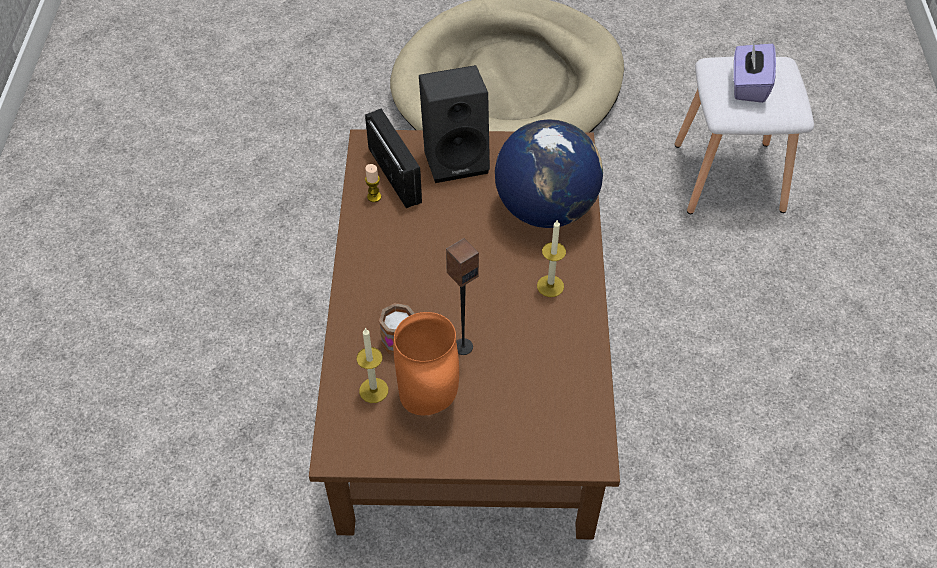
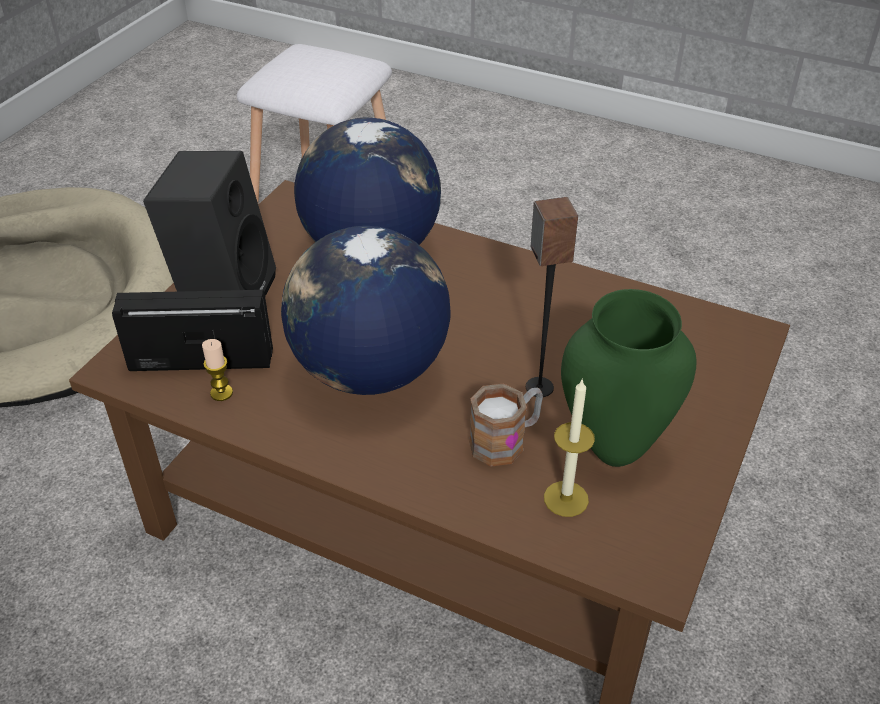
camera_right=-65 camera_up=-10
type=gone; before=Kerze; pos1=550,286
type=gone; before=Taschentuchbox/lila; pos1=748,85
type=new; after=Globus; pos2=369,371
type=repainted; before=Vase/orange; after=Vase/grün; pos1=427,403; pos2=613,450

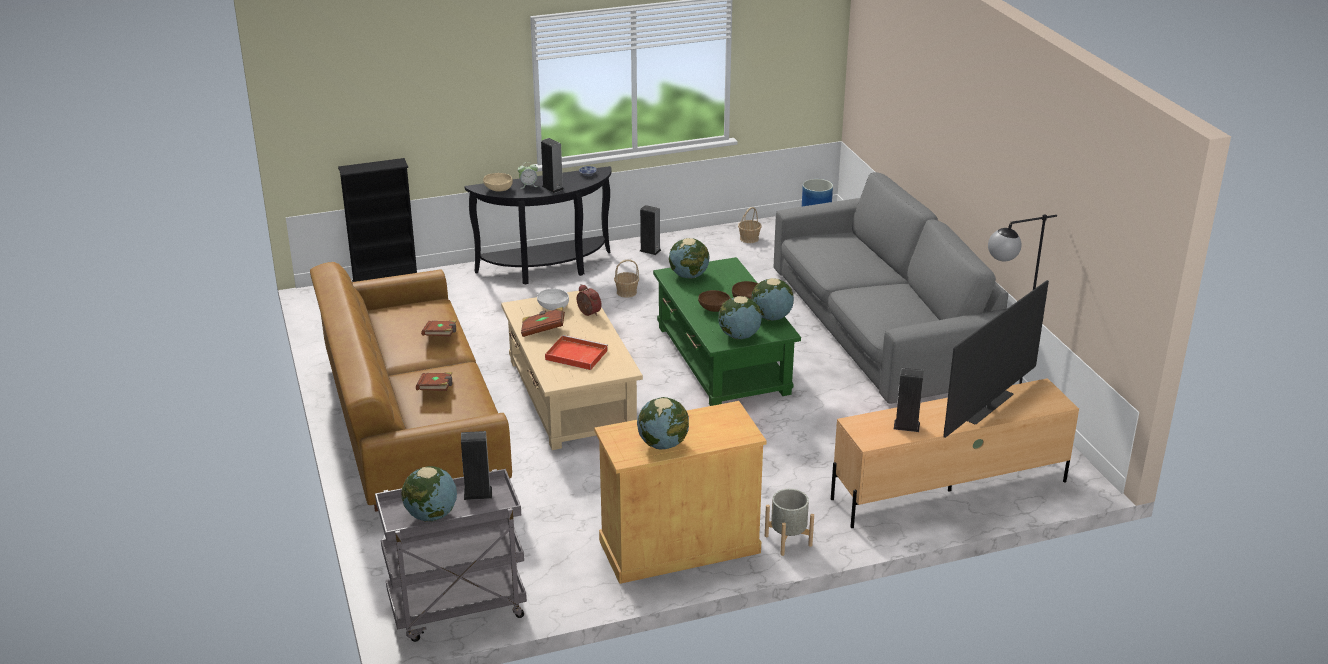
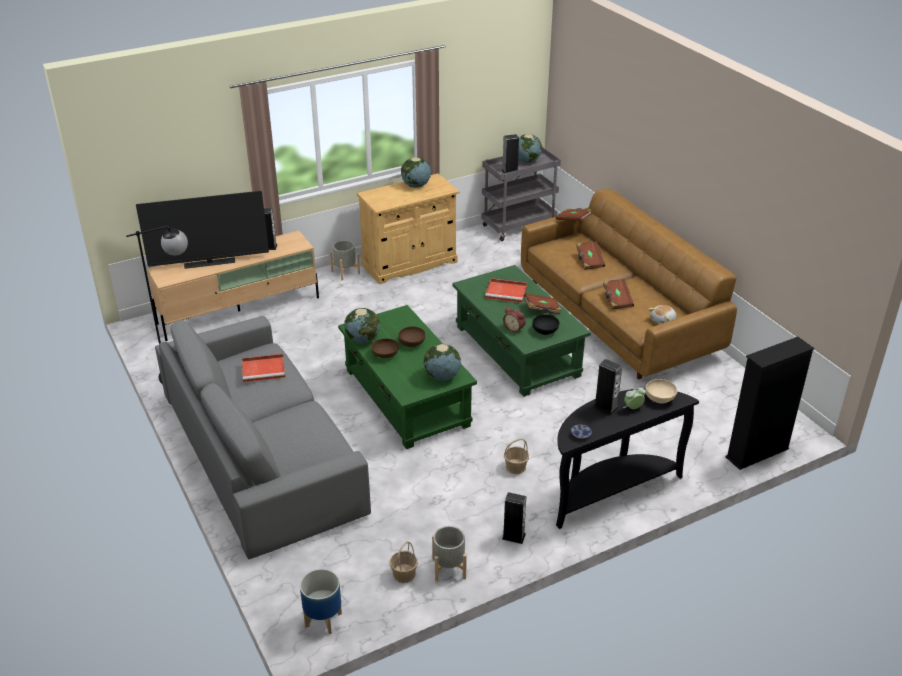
camera_right=170 camera_up=5
type=gone; before=Globus; pos1=739,336
type=new; after=Tablett/rot; pos2=264,369
type=new; after=Pflanzkübel/grau; pos2=449,568
type=new; after=Buch/braun; pos2=573,220
type=new; after=Plüschtier; pos2=663,321
type=repainted; before=Couchtisch/beige; after=Couchtisch/grün; pos1=571,396; pos2=517,351
type=repainted; before=Schüssel/weiß; after=Schüssel/schwarz; pos1=553,307; pos2=545,331
type=rotated; before=Fernseher; pos1=988,407; pos2=209,263; turn=-135

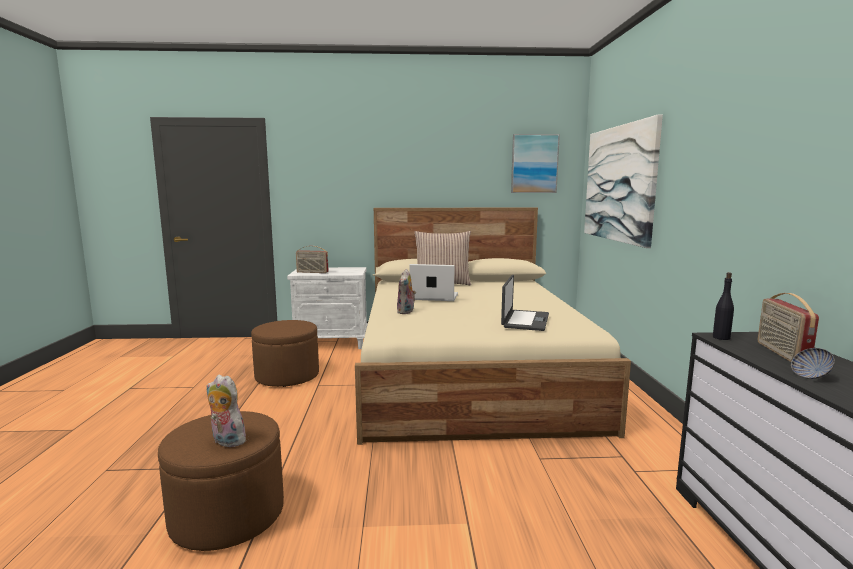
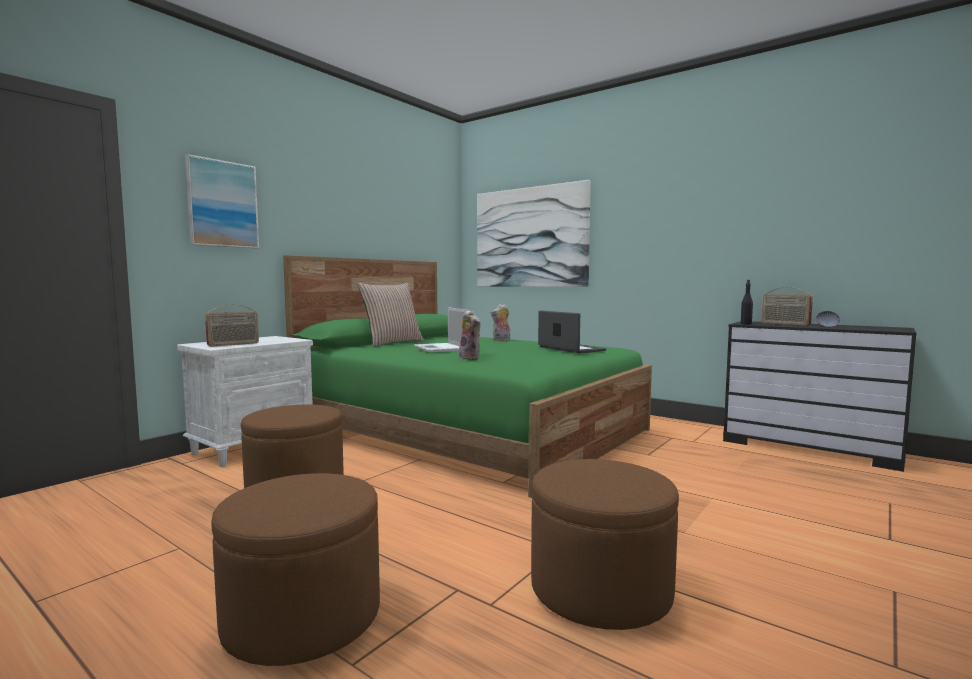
camera_right=-50 camera_up=-5
type=new; after=Polsterhocker/braun; pos2=302,617
type=shifted; before=Plüschtier; pos1=226,441; pos2=501,340
type=shifted; before=Bild; pos1=534,164; pos2=222,204
type=repainted; before=Bett/beige; after=Bett/grün; pos1=469,373; pos2=468,428
type=rotated; before=Laptop; pos1=433,297; pos2=440,348; turn=-75

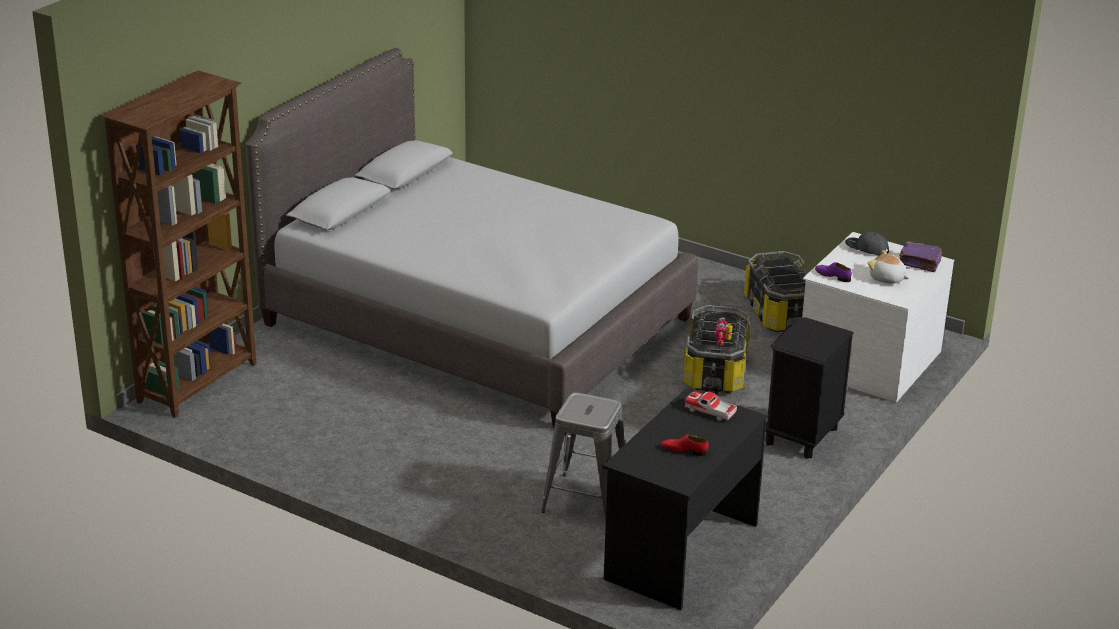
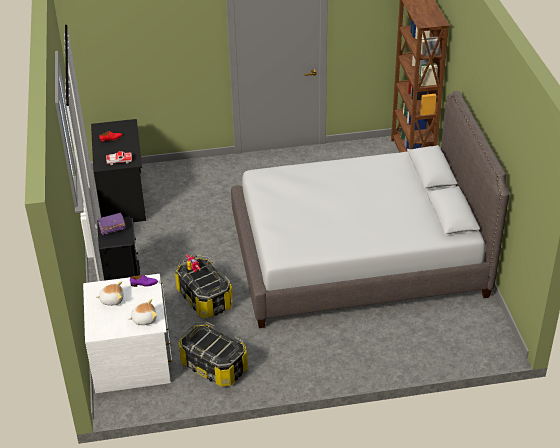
camera_right=140 camera_up=10
type=gone; before=Hocker/grau; pos1=586,500
type=shifted; before=Buch/lila; pos1=920,264; pos2=112,228
type=swapped; before=Kappe/grau; after=Plüschtier; pos1=866,249; pos2=144,319

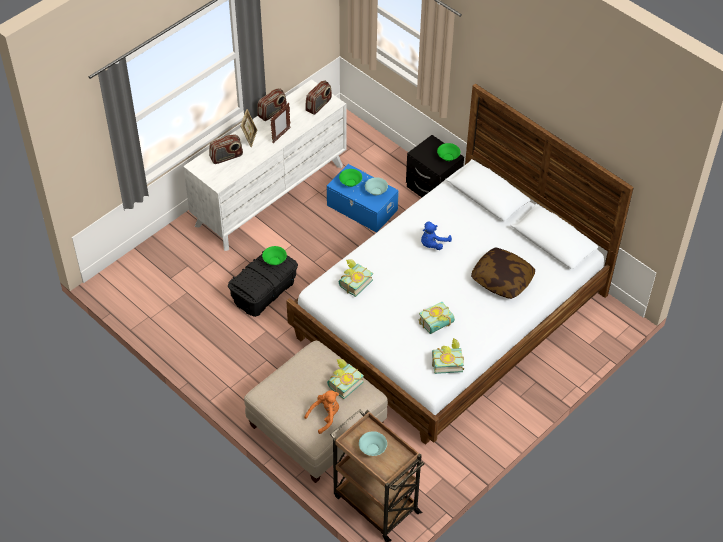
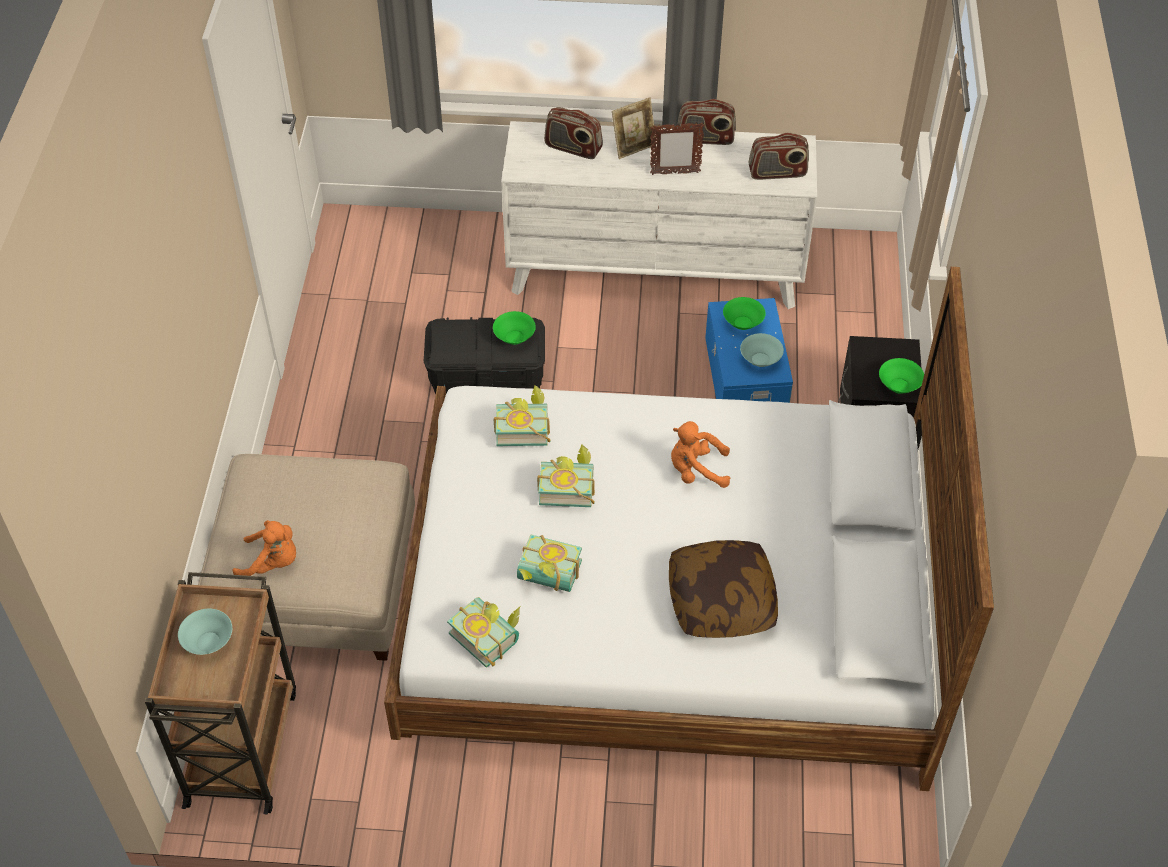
camera_right=50 camera_up=0
type=shifted; before=Buch; pos1=343,383; pos2=567,486
type=repainted; before=Plüschtier/blau; after=Plüschtier/orange; pos1=432,244; pos2=696,470

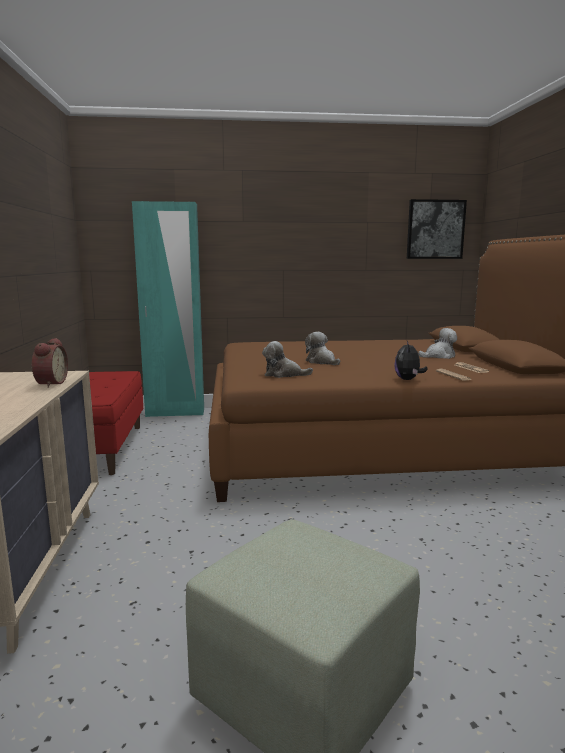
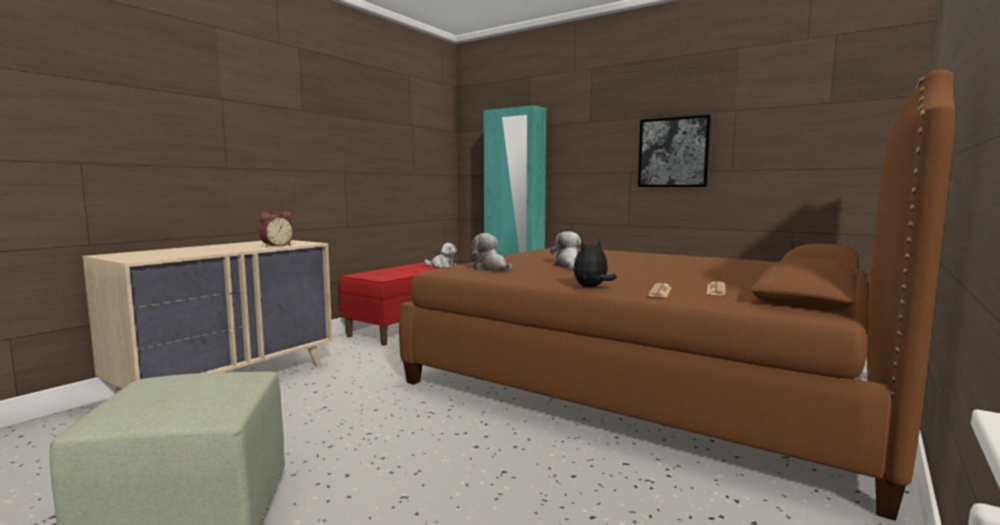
camera_right=40 camera_up=-5
type=shifted; before=Bild; pos1=435,229; pos2=673,152
type=shifted; before=Plüschtier; pos1=439,356; pos2=442,266

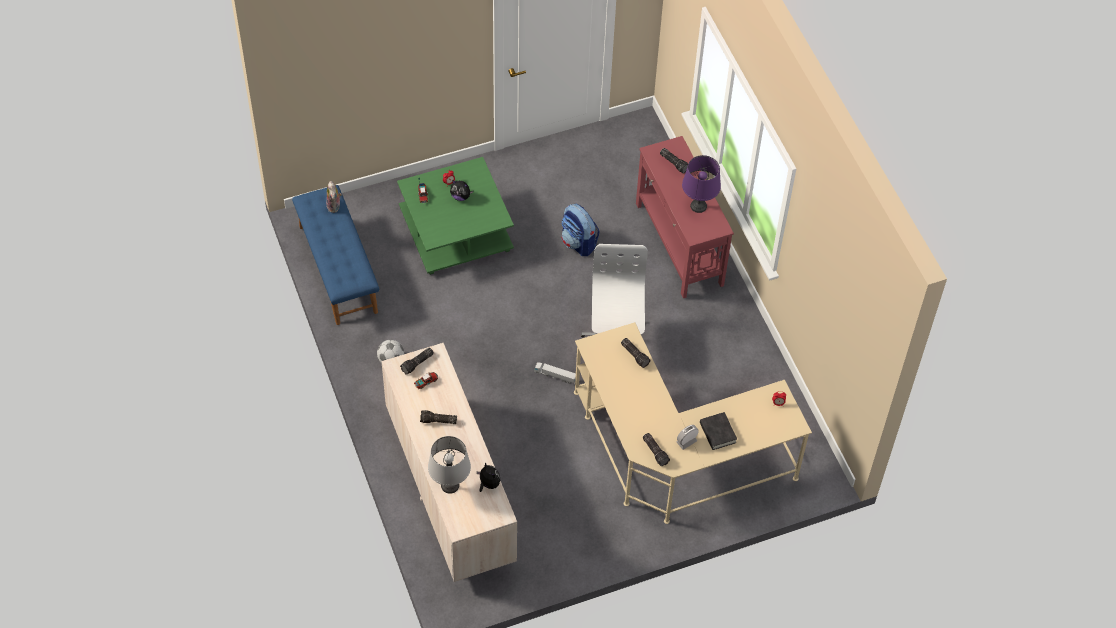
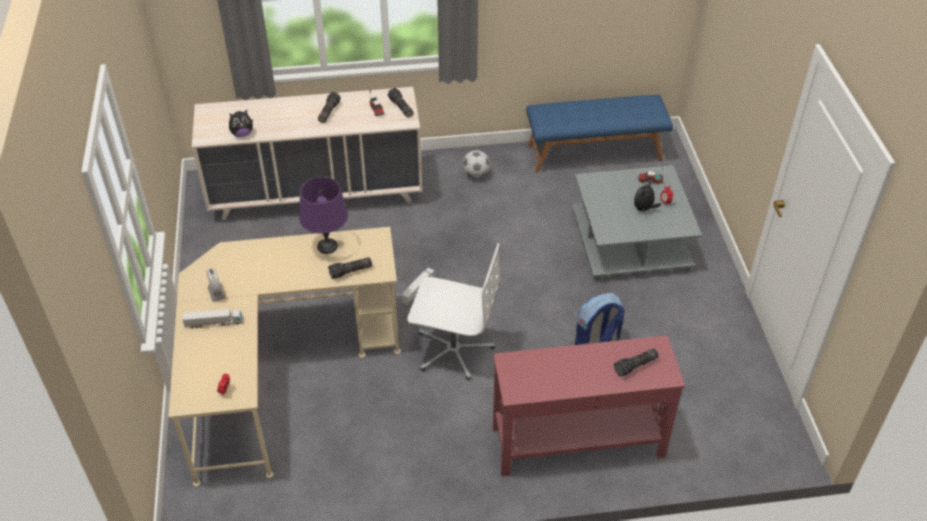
camera_right=105 camera_up=-10
type=gone; before=Plüschtier; pos1=334,206
type=gone; before=Tischlampe/grau; pos1=450,485
type=gone; before=Taschenlampe; pos1=656,451
type=shifted; before=Tischlampe/lila; pos1=698,206; pos2=327,246
type=swapped; before=Buch/schwarz; after=Spielzeuglaster; pos1=717,433; pos2=214,323
type=repainted; before=Couchtisch/grün; after=Couchtisch/grau; pos1=456,229; pos2=632,242

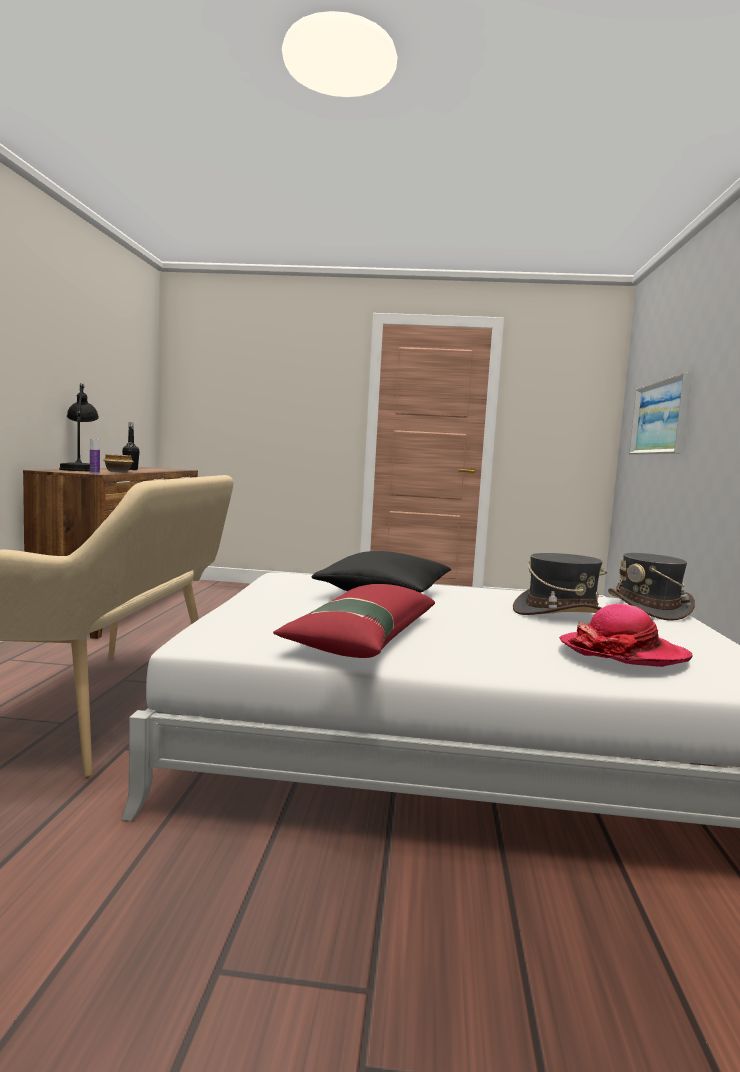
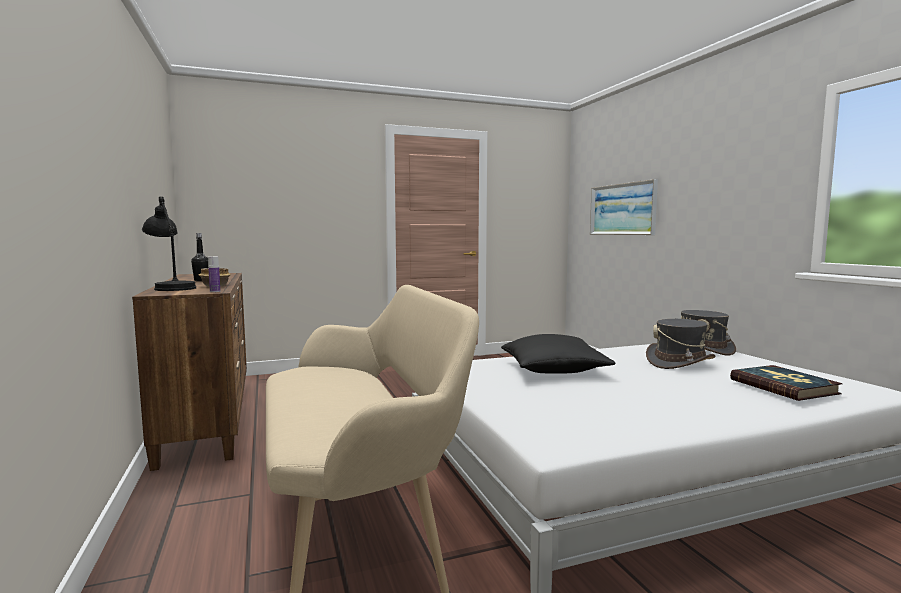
camera_right=-25 camera_up=0
type=gone; before=Kissen/rot; pos1=362,637
type=swapped; before=Hut; after=Buch; pos1=623,652; pos2=784,386

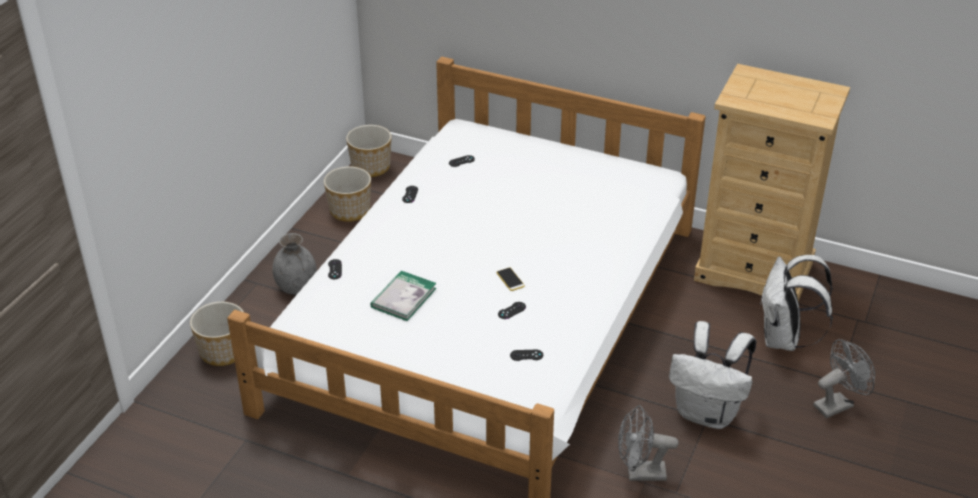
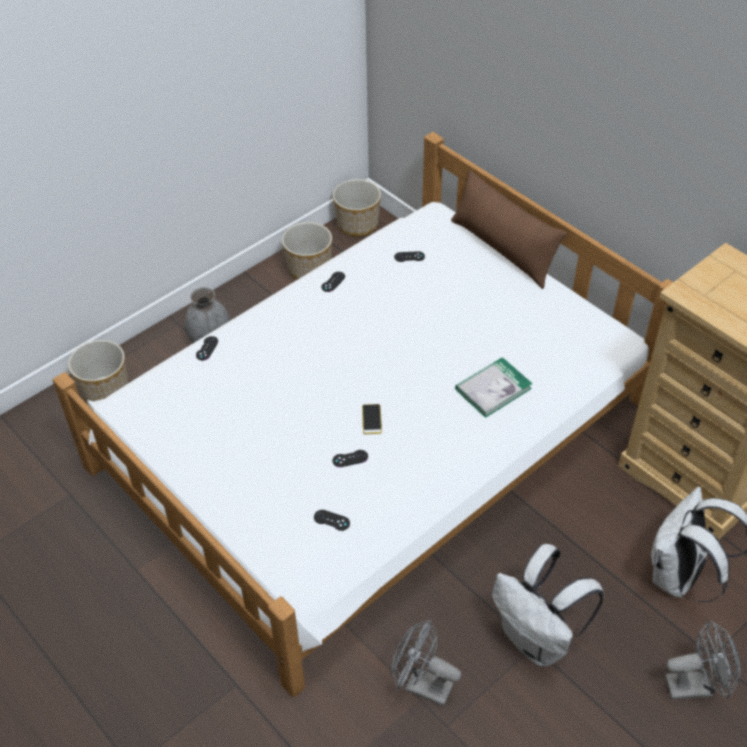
camera_right=25 camera_up=10
type=new; after=Kissen/braun; pos2=503,249
type=shifted; before=Buch; pos1=403,298; pos2=493,389

